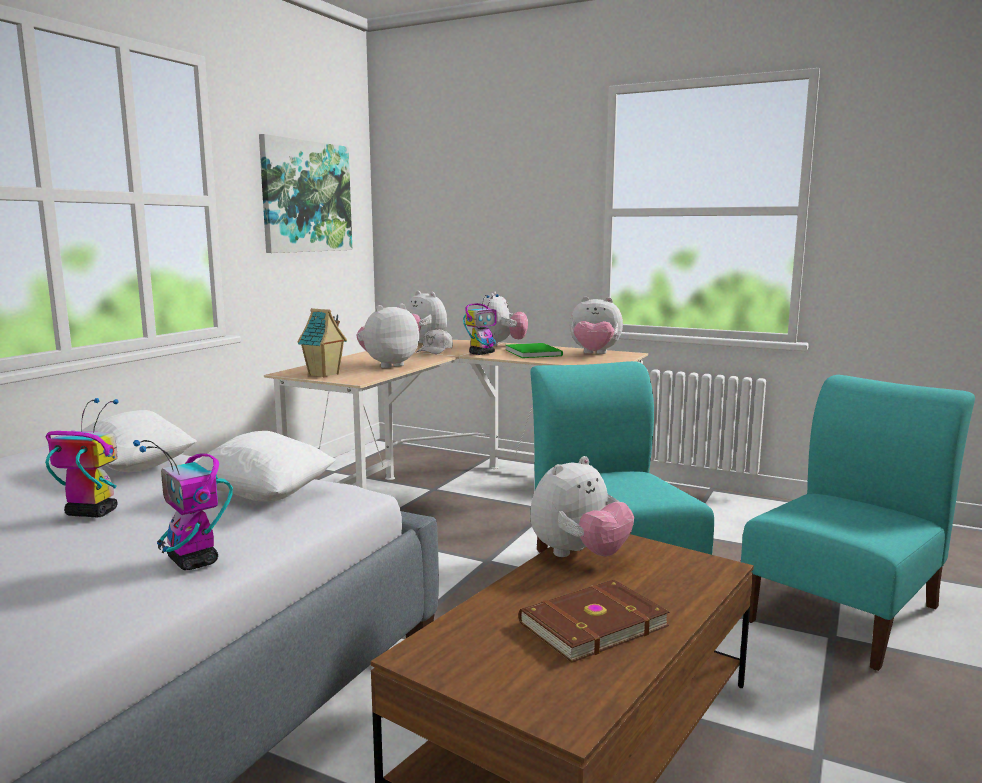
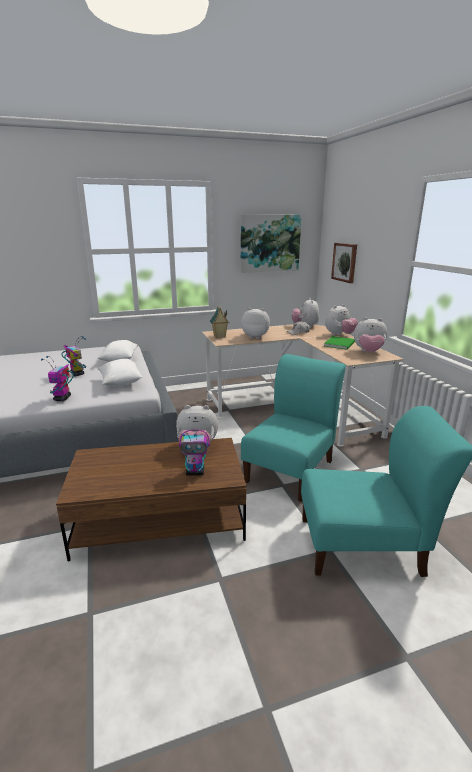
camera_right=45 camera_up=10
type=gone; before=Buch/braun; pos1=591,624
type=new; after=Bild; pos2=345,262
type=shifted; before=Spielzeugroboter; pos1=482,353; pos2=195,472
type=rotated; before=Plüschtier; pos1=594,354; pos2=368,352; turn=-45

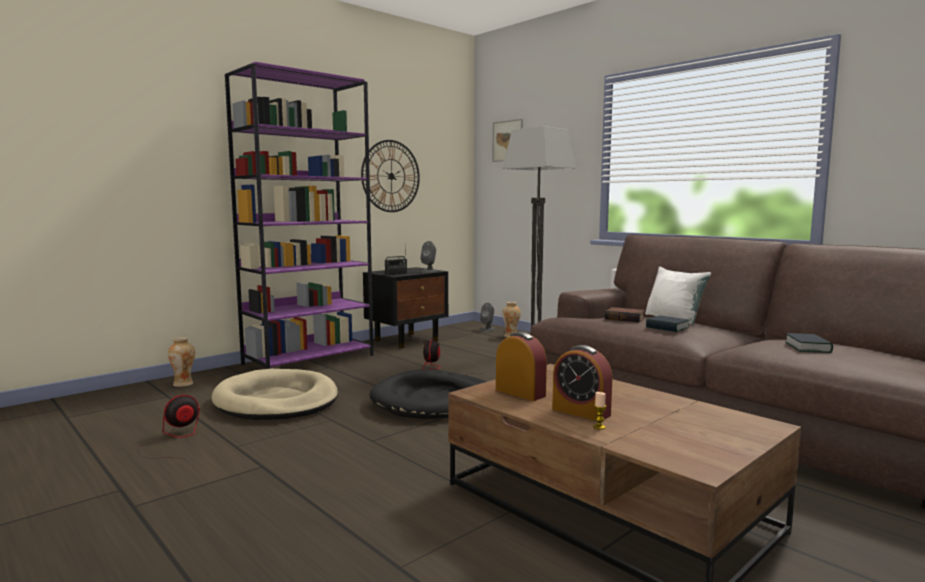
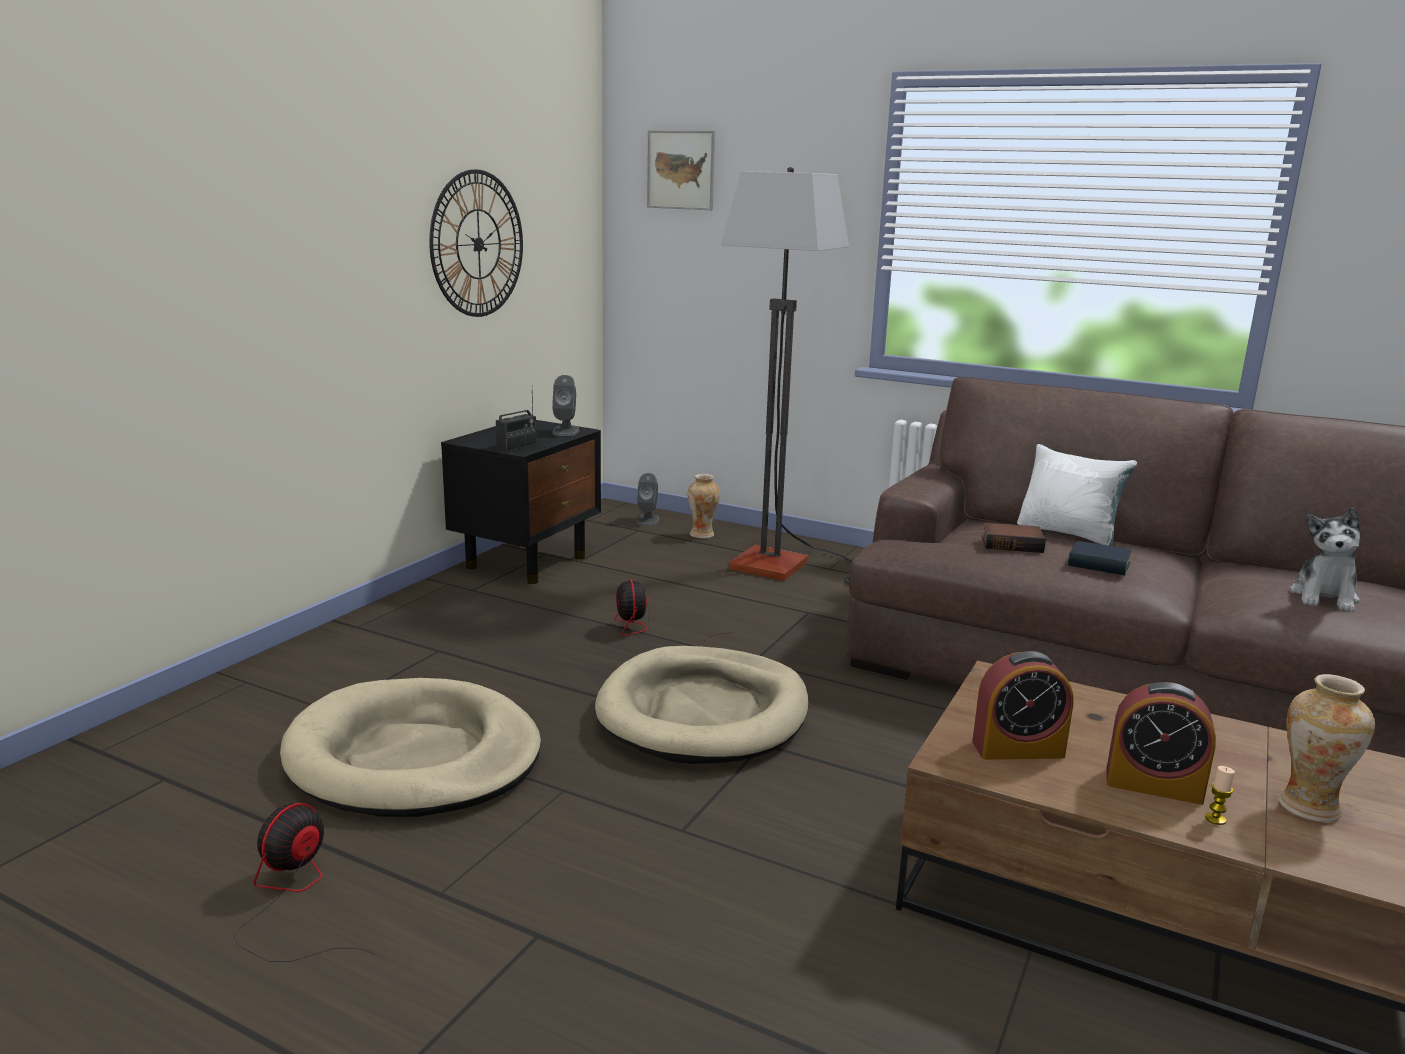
camera_right=-20 camera_up=10
type=gone; before=Bücherregal/lila; pos1=309,359
type=shifted; before=Vase; pos1=183,384; pos2=1308,807
type=swapped; before=Buch; after=Plüschtier; pos1=807,348; pos2=1324,597
type=repainted; before=Hundebett/schwarz; after=Hundebett/beige; pos1=433,400; pos2=704,712
type=rotated; before=Wecker; pos1=520,393; pos2=1018,749; turn=150

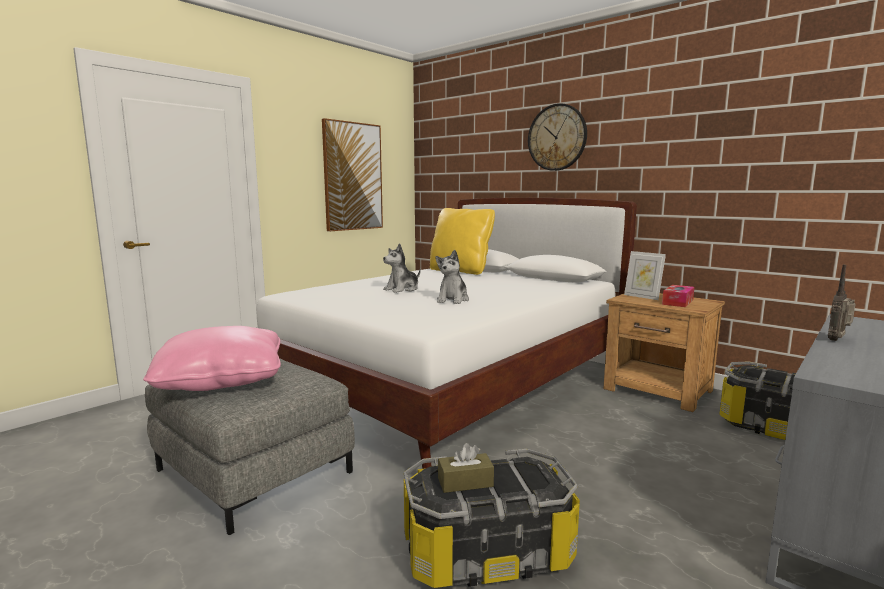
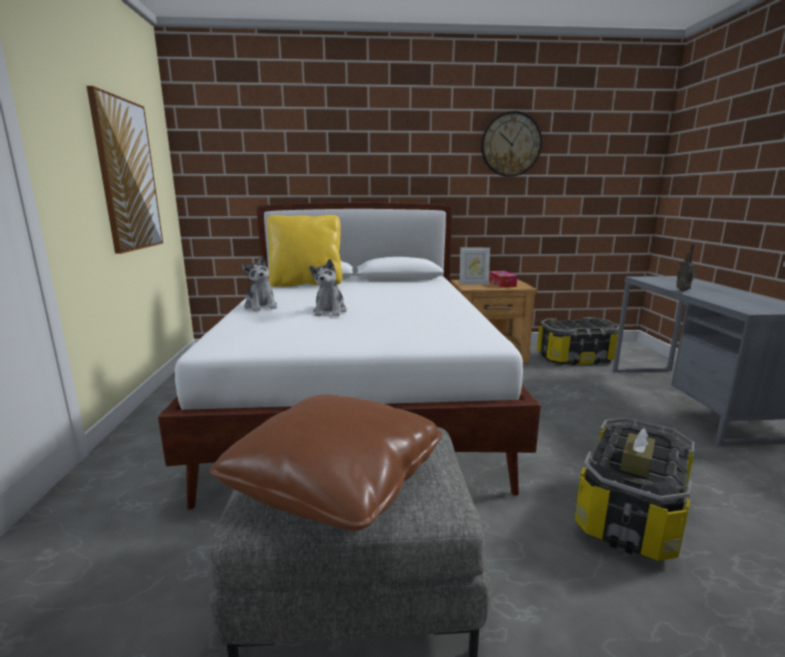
camera_right=-45 camera_up=5
type=shifted; before=Plüschtier; pos1=453,300; pos2=261,306
type=shifted; before=Wanduhr; pos1=557,137; pos2=511,144
type=repainted; before=Kissen/rosa; after=Kissen/braun; pos1=221,379; pos2=336,482

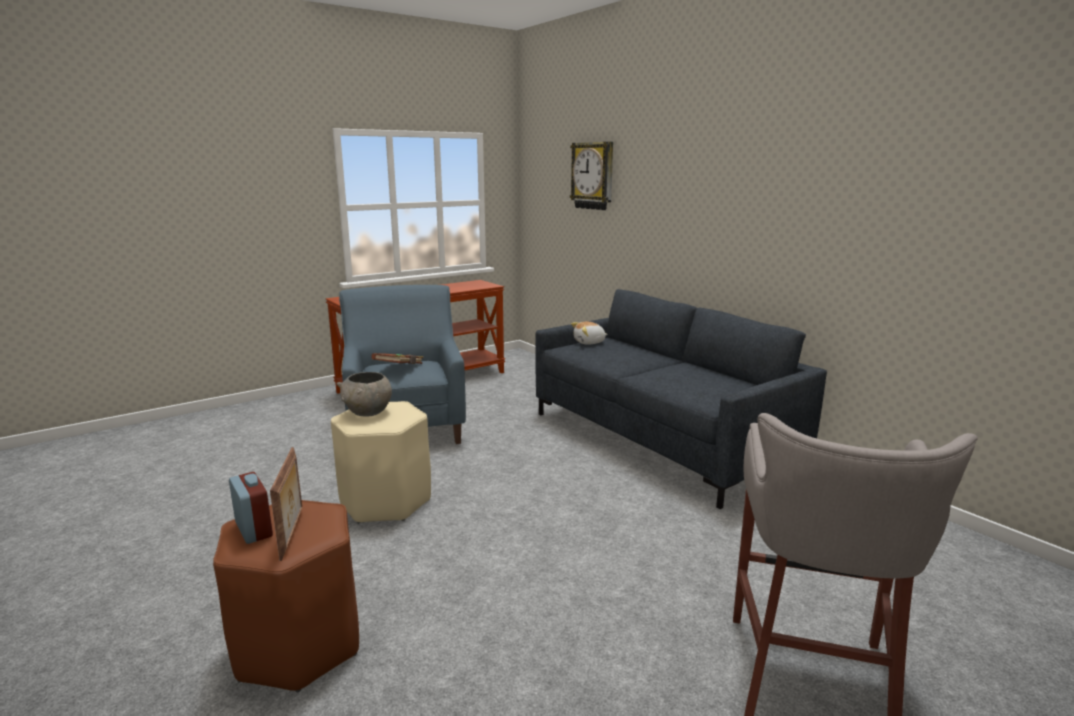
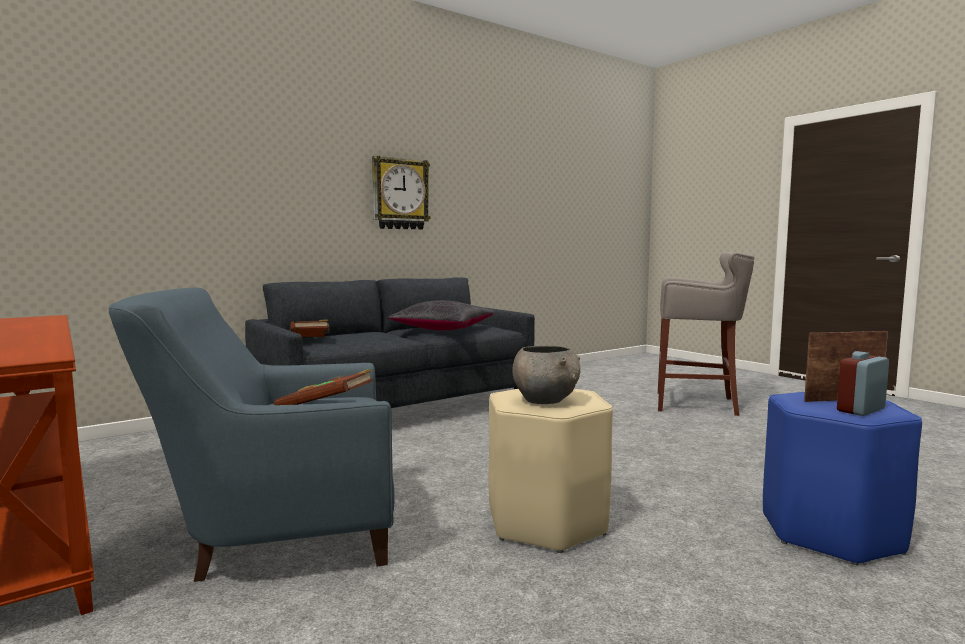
camera_right=-90 camera_up=-10
type=new; after=Kissen/schwarz; pos2=443,329
type=shifted; before=Wanduhr; pos1=593,176; pos2=400,194
type=swapped; before=Plüschtier; after=Buch/braun; pos1=589,342; pos2=310,340
type=repainted; before=Hocker/braun; after=Hocker/blau; pos1=298,645; pos2=830,533

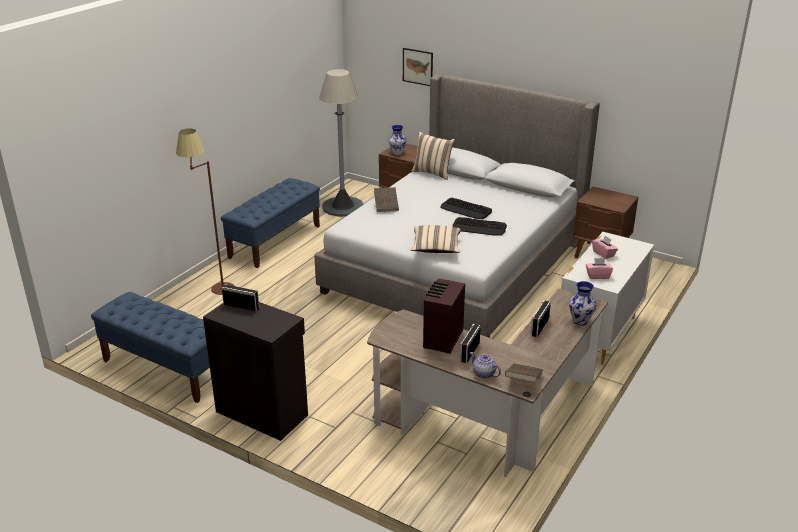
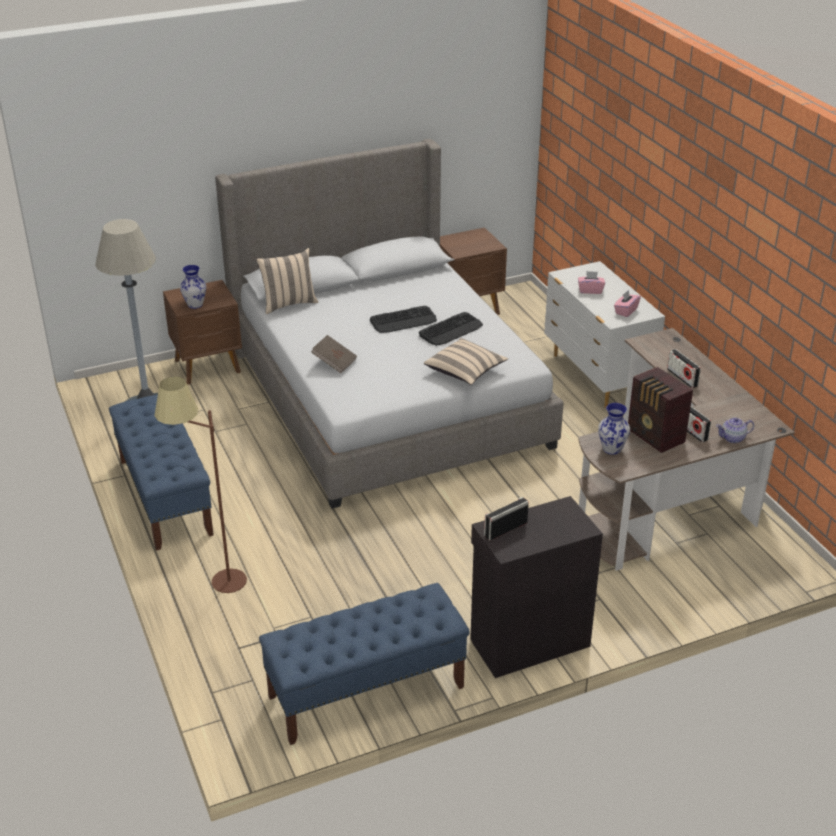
camera_right=-55 camera_up=5
type=gone; before=Bild; pos1=417,66
type=gone; before=Buch/braun; pos1=523,381
type=shifted; before=Vase; pos1=580,321; pos2=611,448

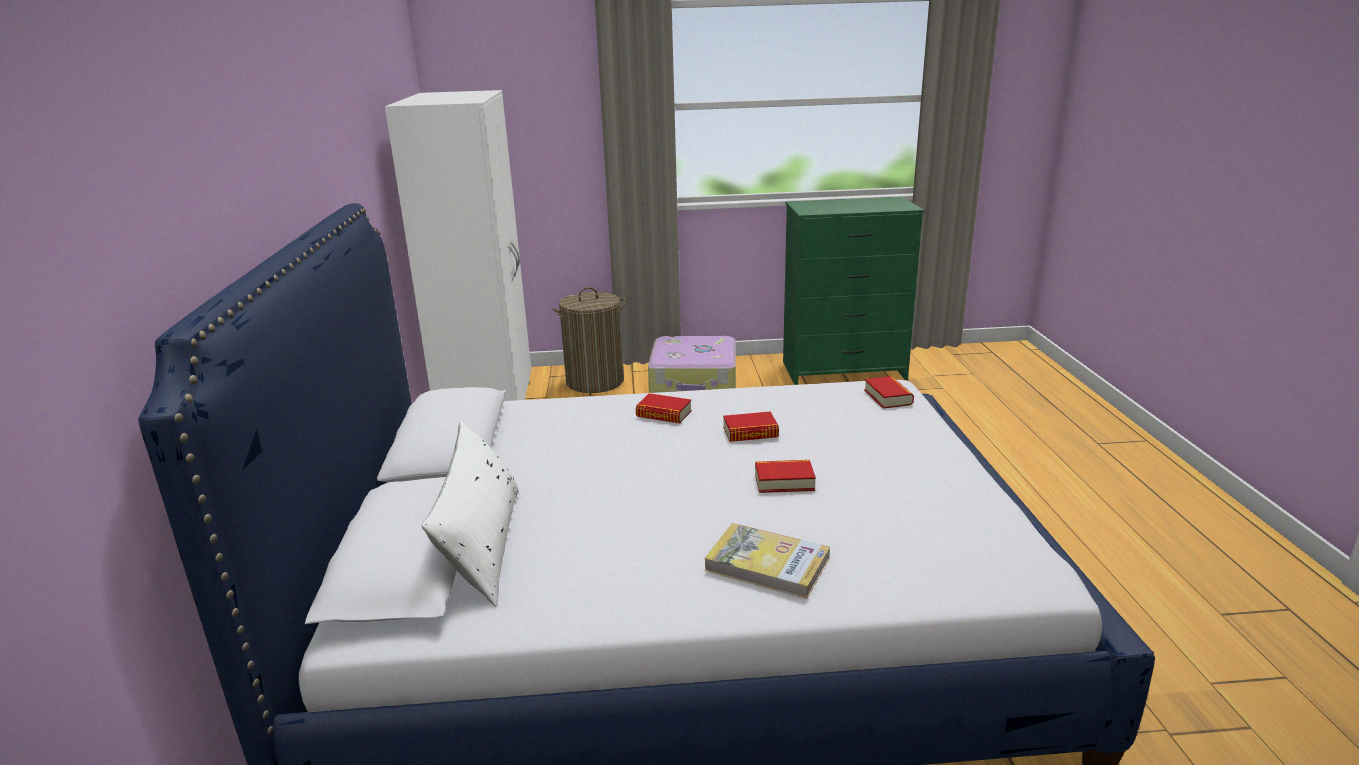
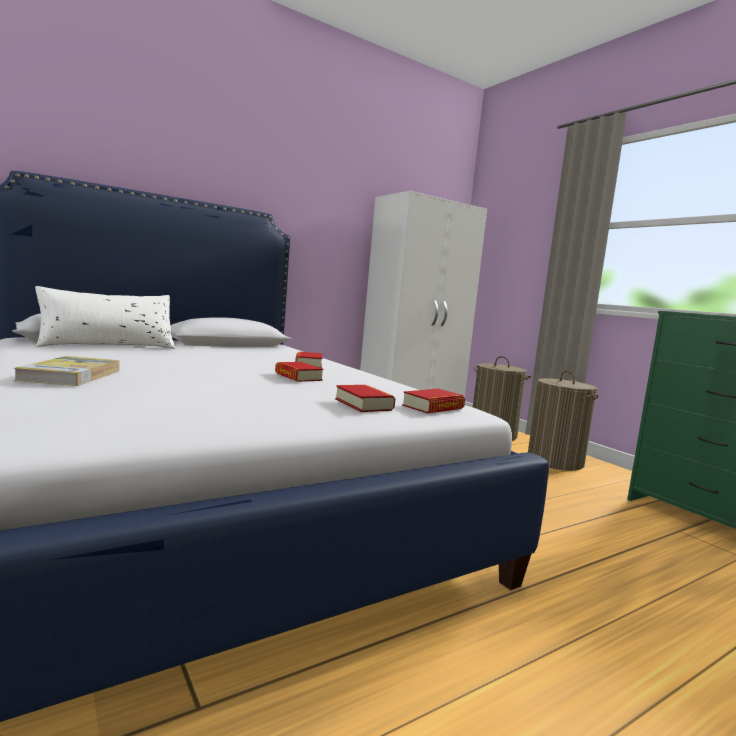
camera_right=60 camera_up=-15
type=shifted; before=Buch; pos1=784,481; pos2=363,404
type=swapped; before=Koffer; after=Wäschekorb; pos1=694,380; pos2=555,461

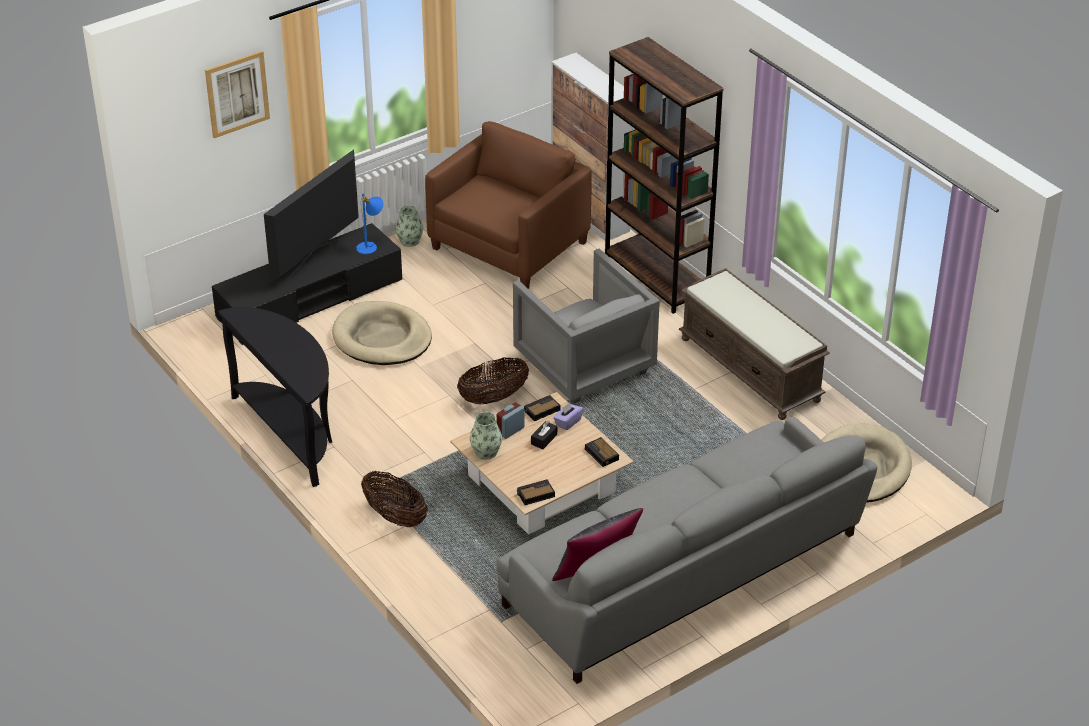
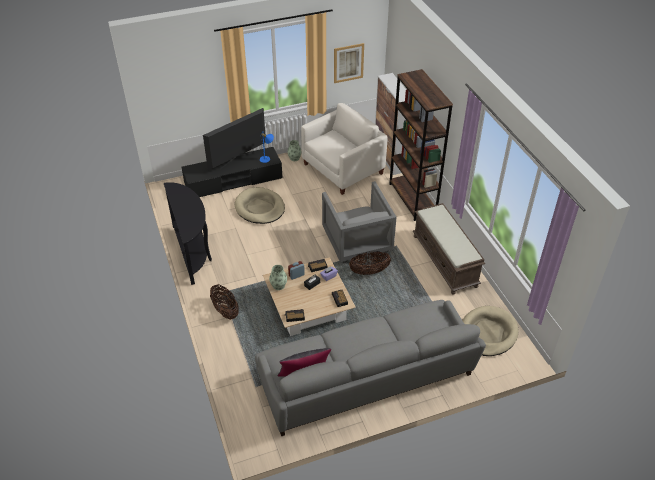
camera_right=15 camera_up=5
type=shifted; before=Bild; pos1=237,94; pos2=348,63
type=shifted; before=Korb; pos1=493,398; pos2=369,271
type=repainted; before=Sessel/braun; after=Sessel/weiß; pos1=508,245; pos2=342,168

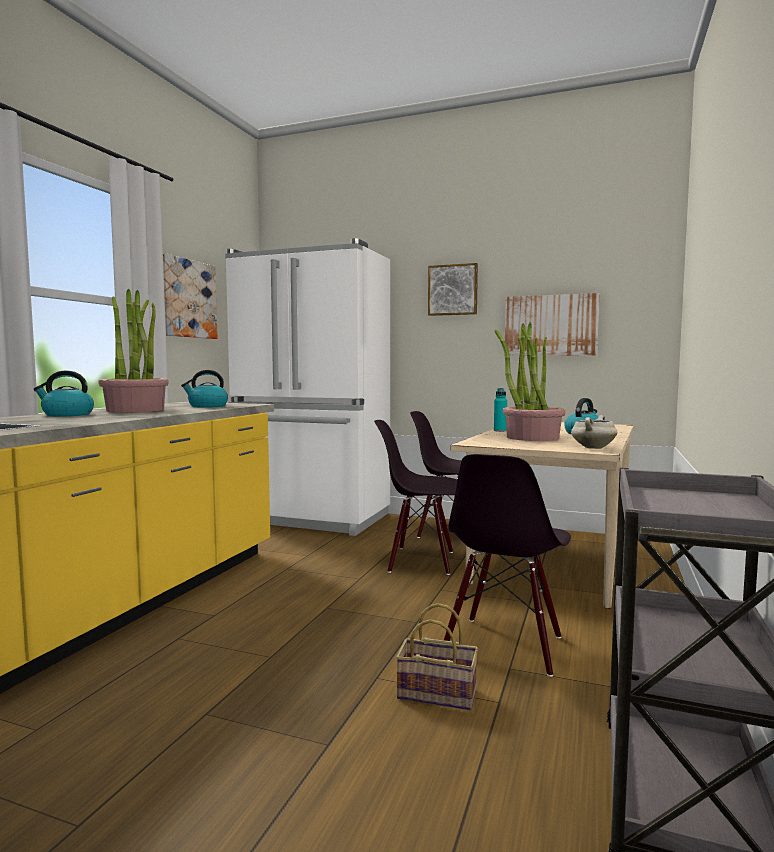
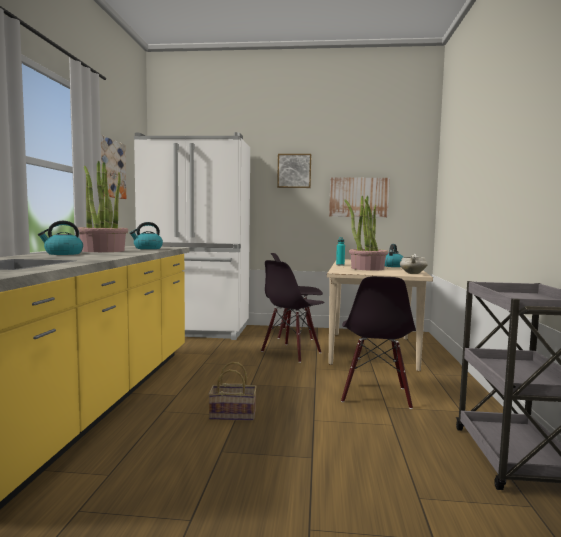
camera_right=-15 camera_up=0
type=shifted; before=Korb; pos1=439,693; pos2=234,414
type=rotated; before=Stuhl/schwarz; pos1=421,561; pos2=291,352; turn=-45

